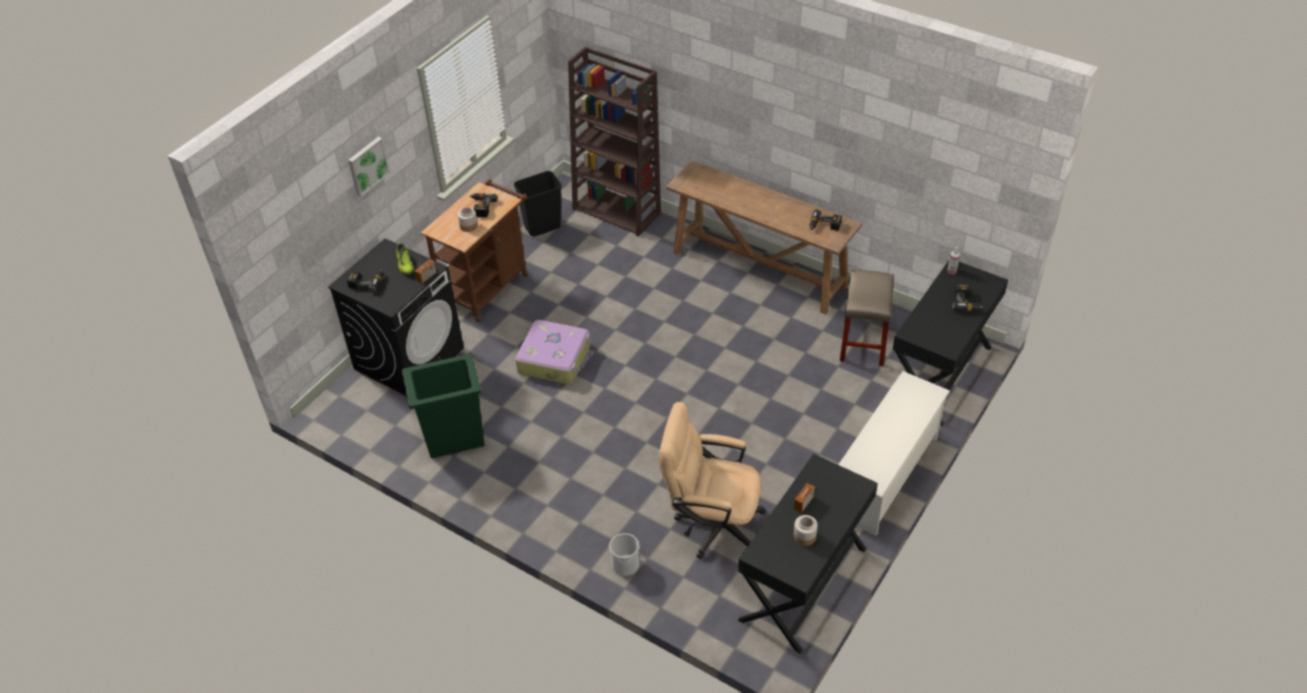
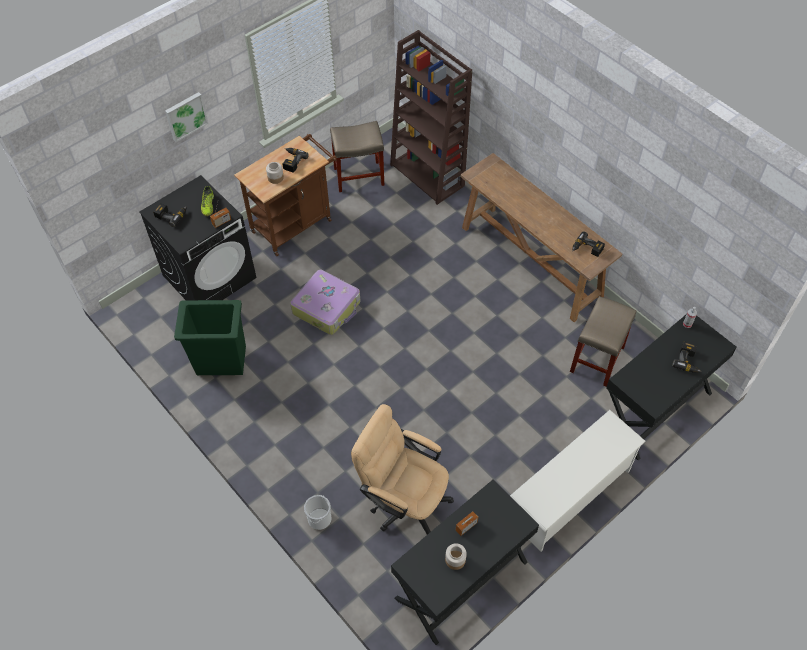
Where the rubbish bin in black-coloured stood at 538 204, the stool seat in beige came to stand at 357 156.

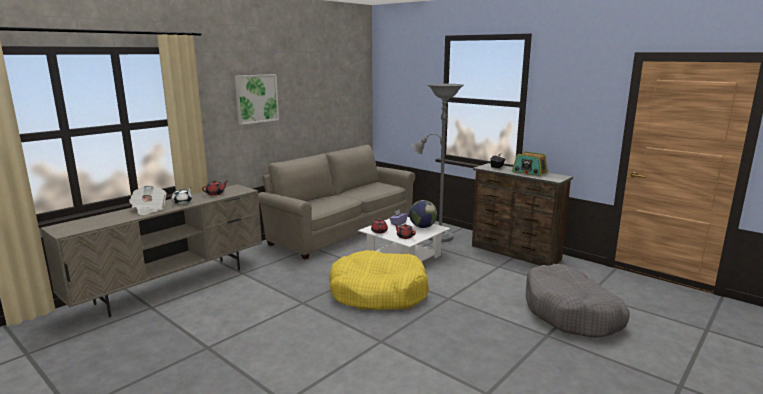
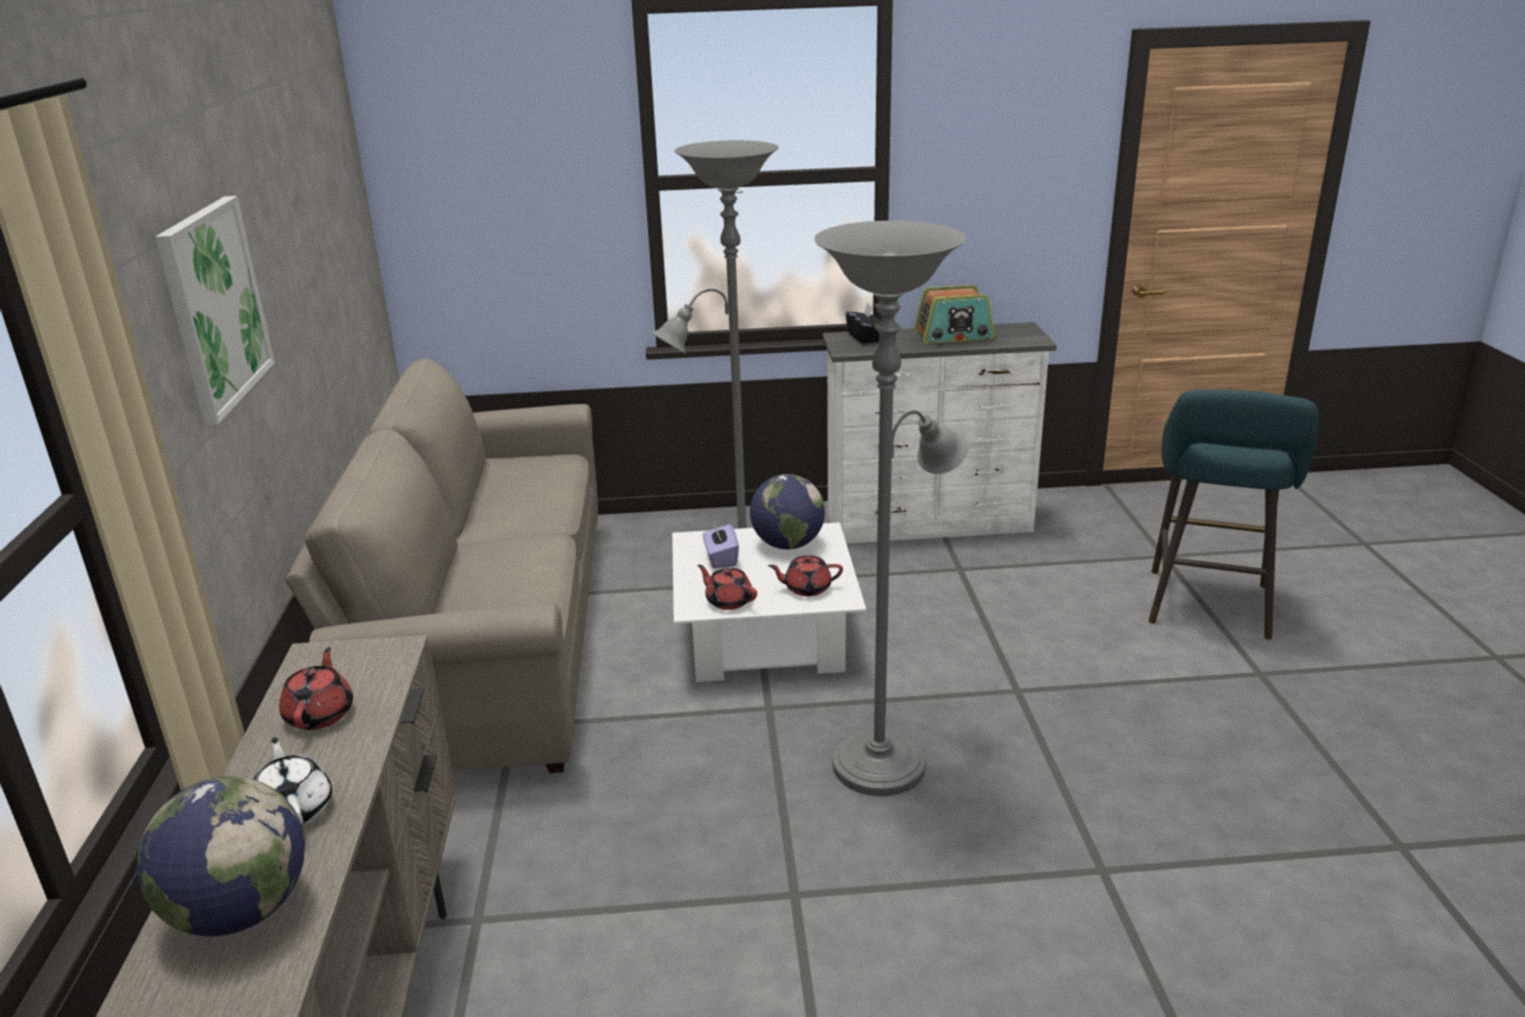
Where the daily paper stood at 148 200, the desk globe came to stand at 221 856.
Where the dog bed in yellow-coloured stood at 379 280, the standard lamp in gray came to stand at 891 508.
Where the dog bed in gray stood at 578 301, the stool seat in turquoise-coloured came to stand at 1233 515.
What was the dresser in brown-coloured at 522 214 turned into the dresser in white at 939 432.

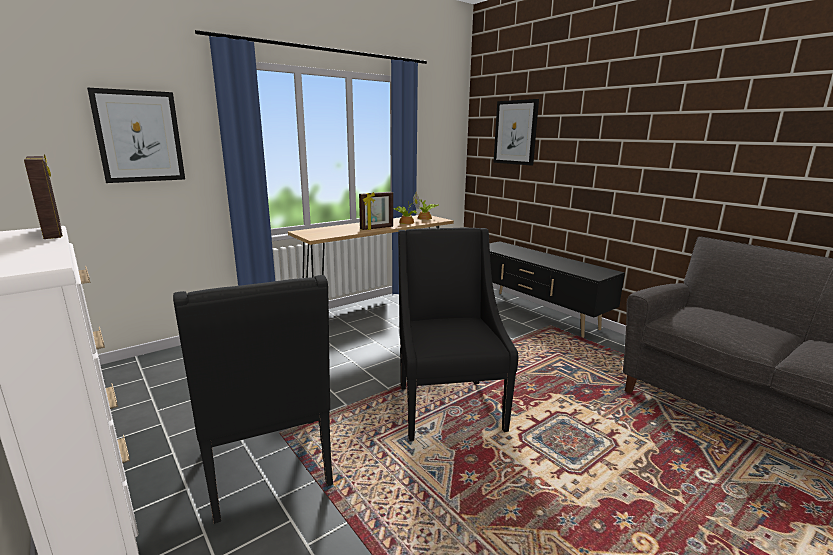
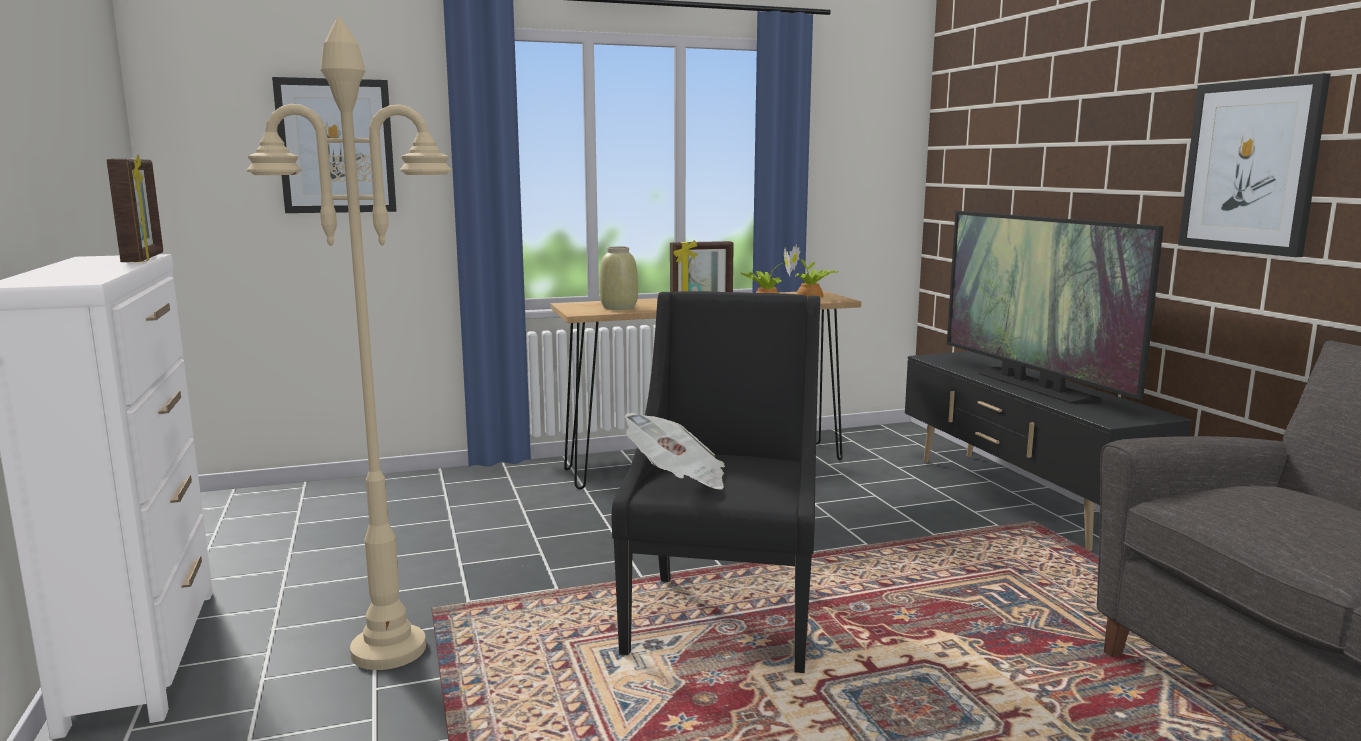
The second view gained the flower vase in beige at 618 278.
The second view gained the daily paper at 675 451.
The second view gained the TV set at 1055 307.
The picture ended up elsewhere, having gone from 516 132 to 1254 165.
Where the lounge chair in black-coloured stood at 253 399, the standard lamp in beige came to stand at 349 343.

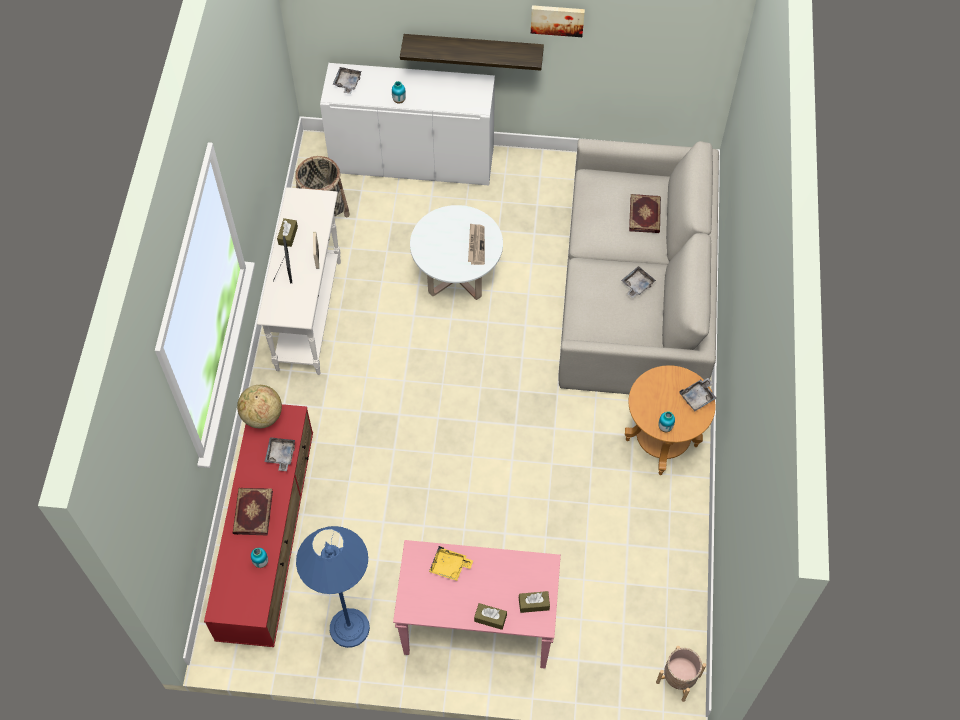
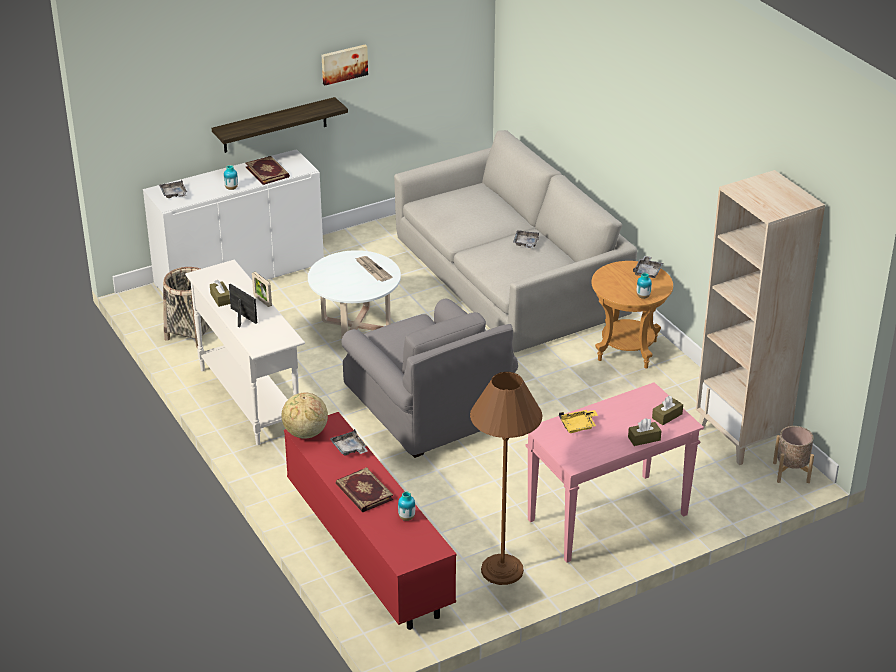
The second view gained the lounge chair in gray at 430 378.
The second view gained the shelving unit in beige at 760 317.
The book ended up elsewhere, having gone from 645 213 to 267 170.
What was the standard lamp in bluish at 333 587 turned into the standard lamp in brown-coloured at 506 478.

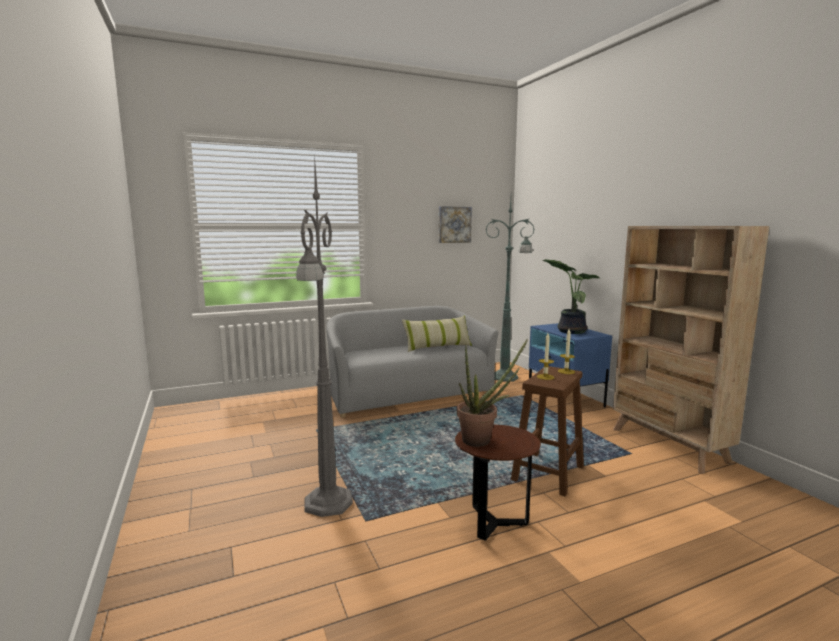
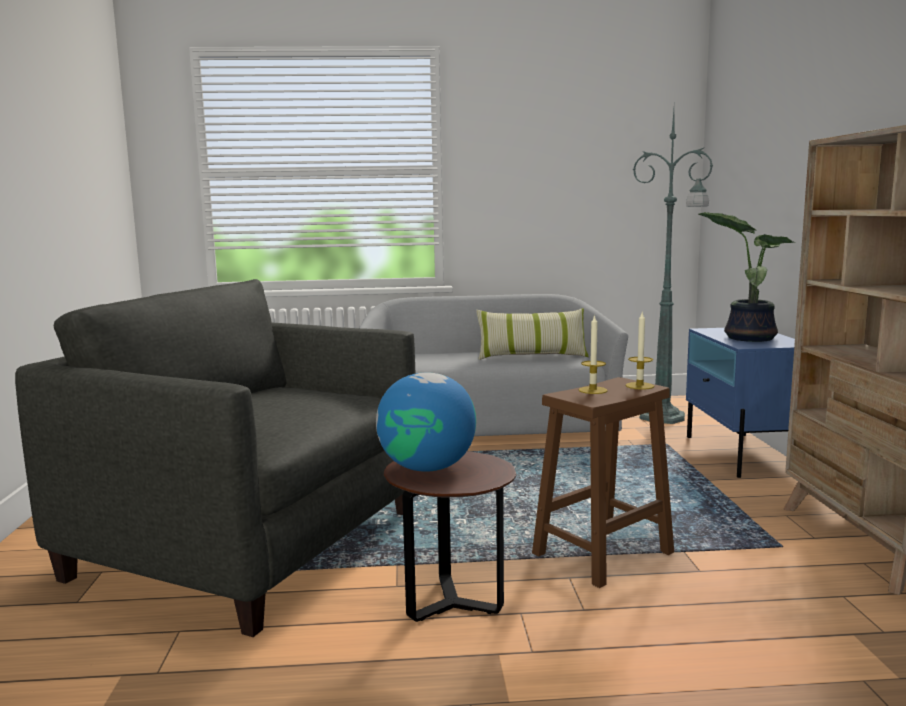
The second view lost the picture at 455 224.
Where the standard lamp in gray stood at 324 341, the lounge chair in gray came to stand at 215 458.
Where the plant in a pot stood at 492 393, the desk globe came to stand at 426 422.

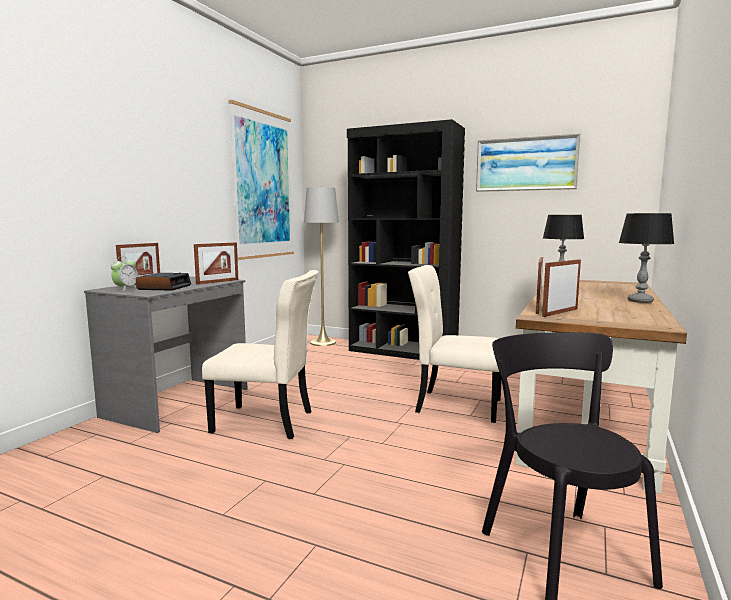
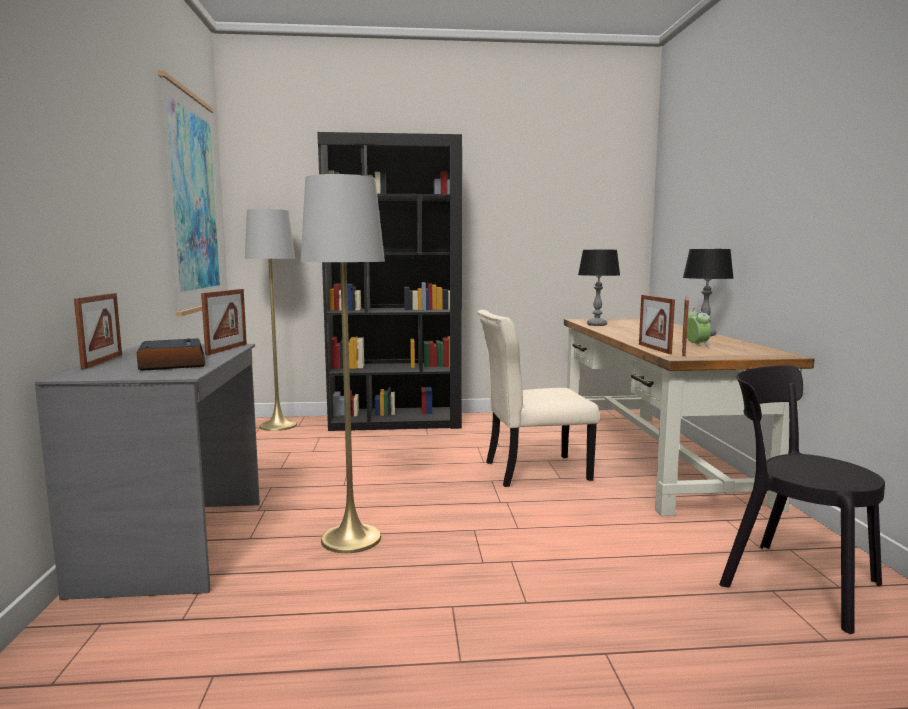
The second view lost the picture at 528 162.
The bedside clock ended up elsewhere, having gone from 124 273 to 699 327.
Where the plain chair in beige stood at 260 354, the standard lamp in gray came to stand at 343 363.

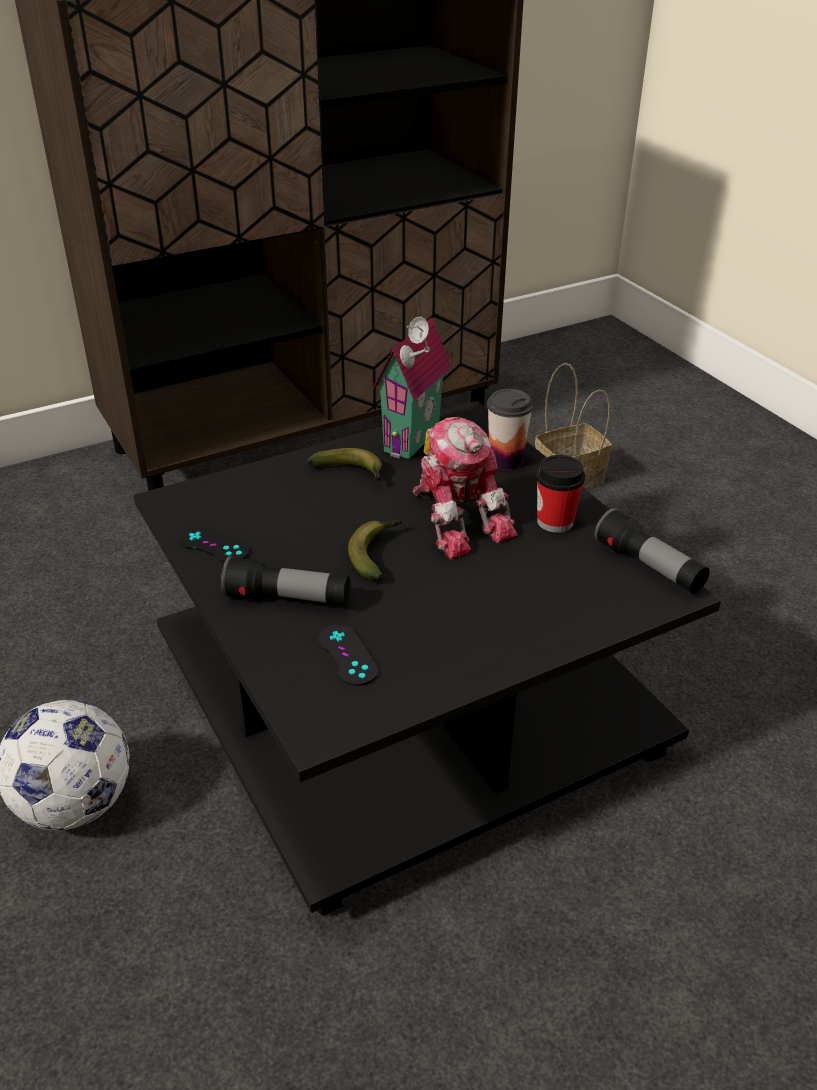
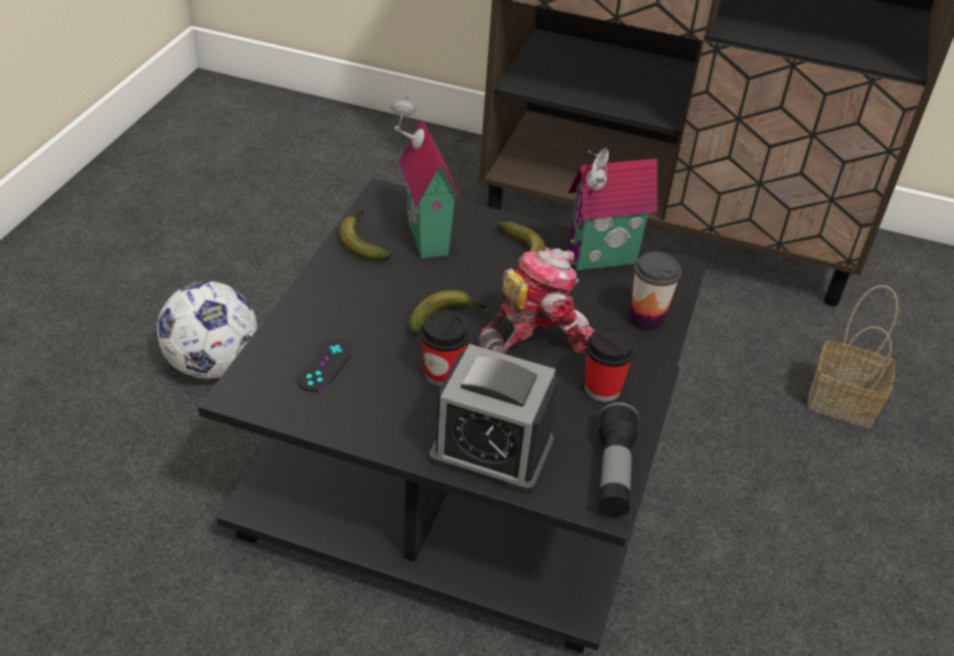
The second view lost the torch at 285 581.
The second view gained the miniature house at 426 178.
The second view gained the cup at 444 349.
The second view gained the bedside clock at 493 419.
Where the gamepad in black-coloured stood at 214 544, the banana came to stand at 365 235.
The model robot at 465 488 ended up facing another way, 135 degrees counterclockwise from before.

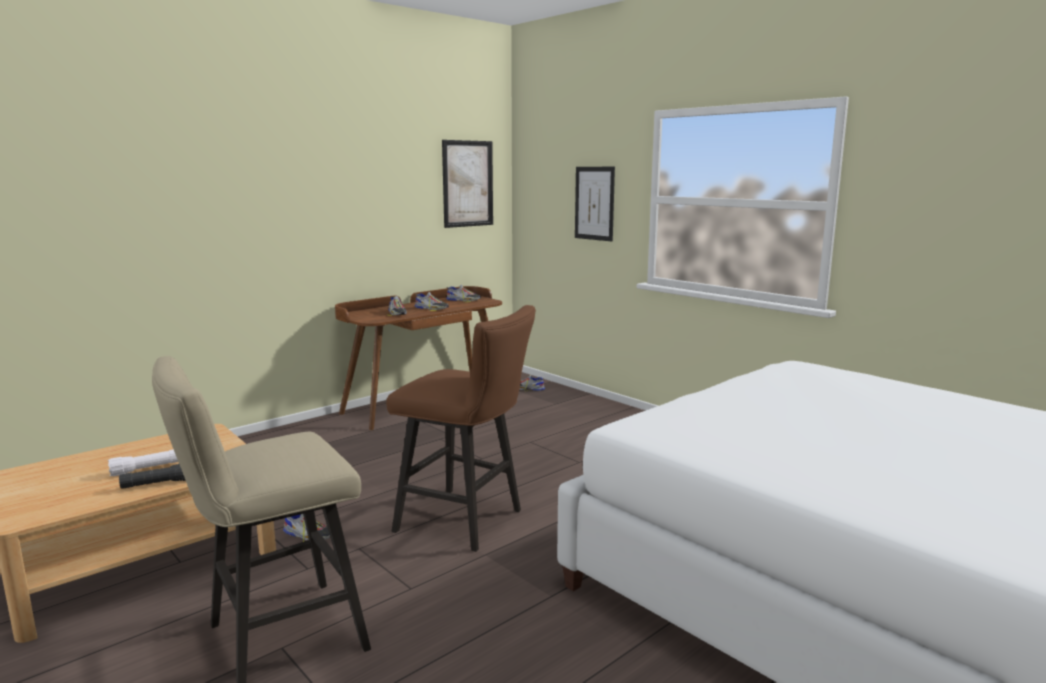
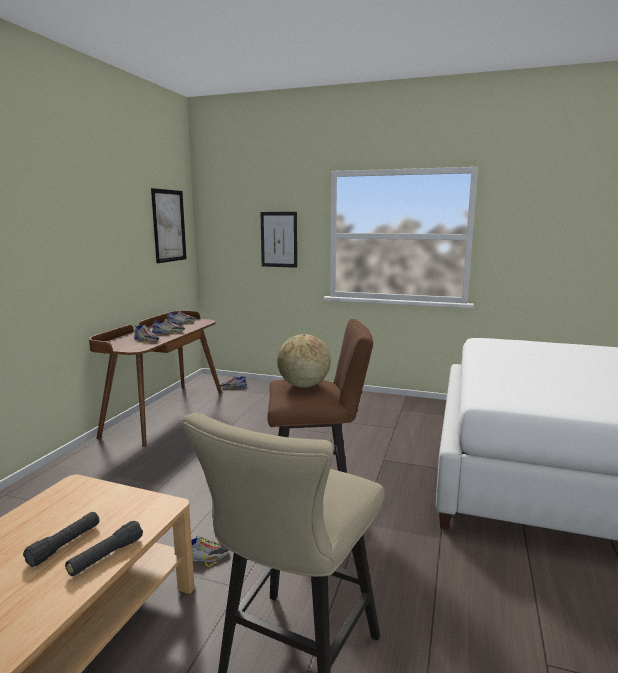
The second view gained the desk globe at 304 361.
What was the torch in white at 143 462 turned into the torch in black-coloured at 61 539.

